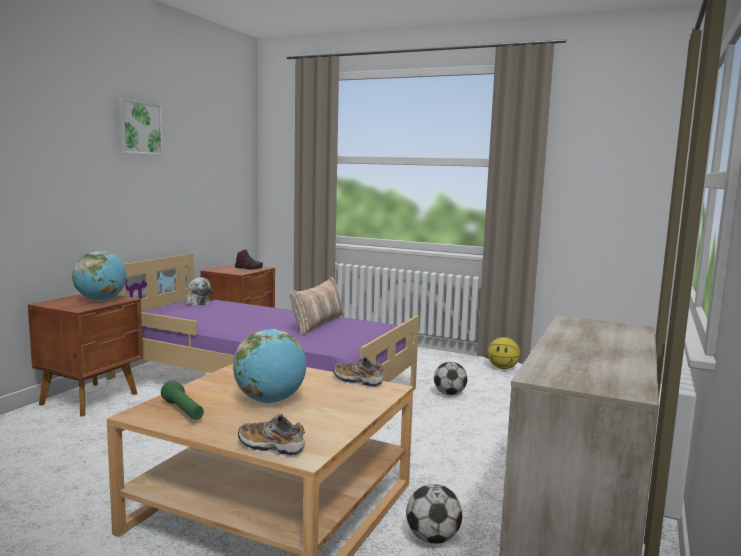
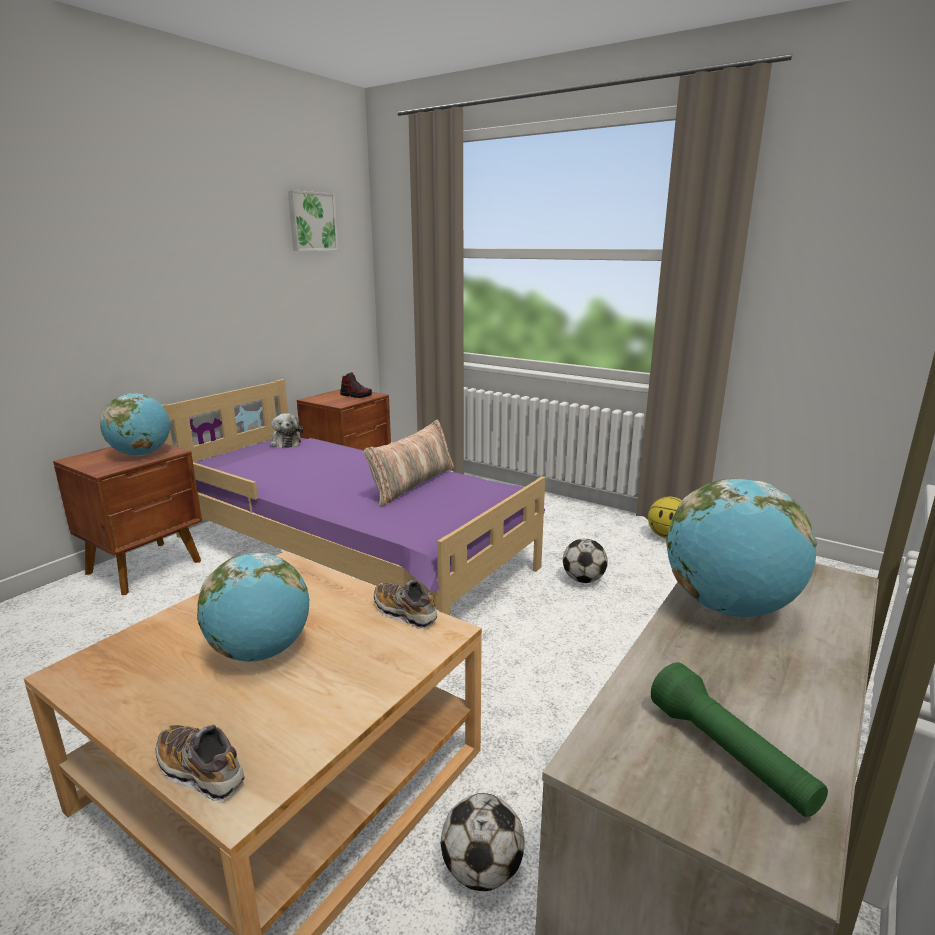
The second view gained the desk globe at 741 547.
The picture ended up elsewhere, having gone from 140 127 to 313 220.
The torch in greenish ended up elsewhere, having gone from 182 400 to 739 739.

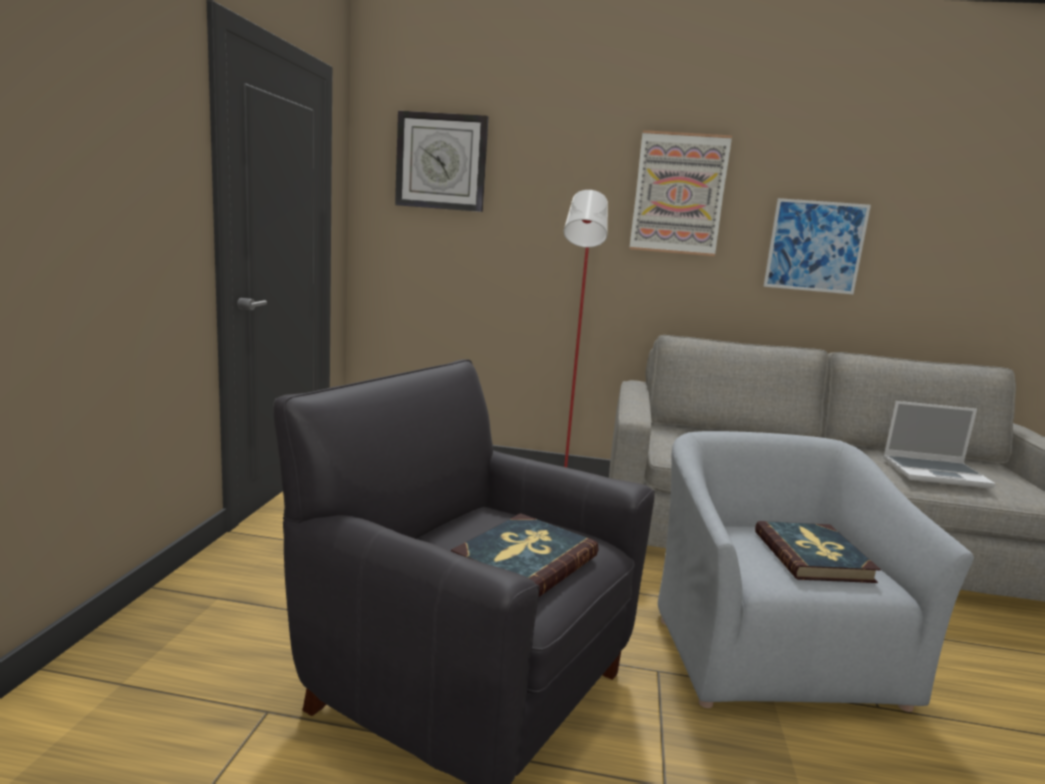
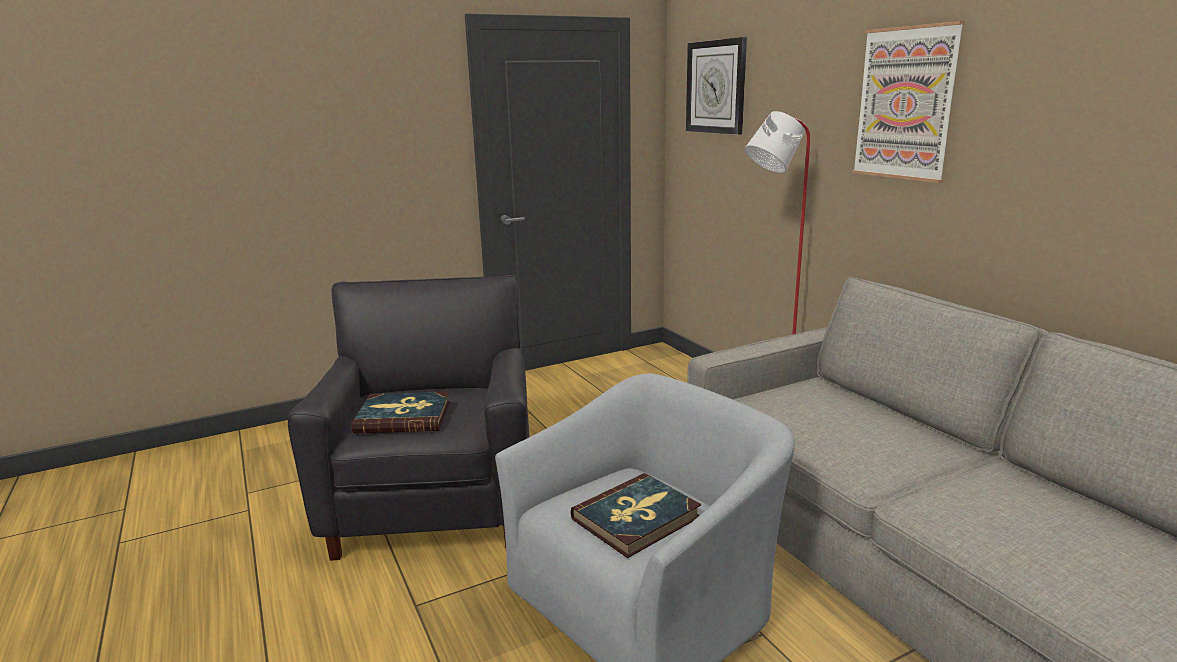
The second view lost the picture at 817 246.
The second view lost the portable computer at 939 444.

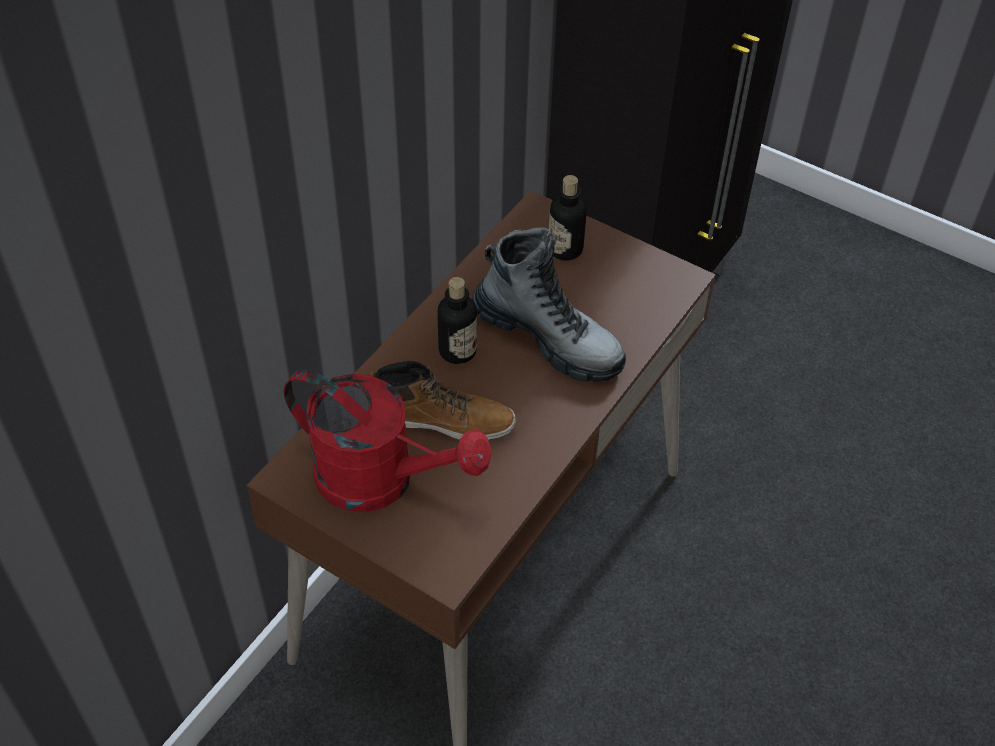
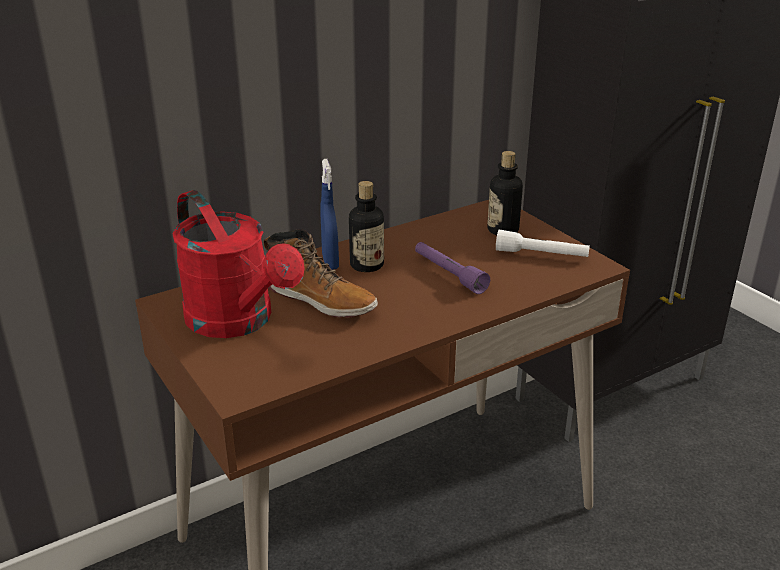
The second view gained the hand sprayer in bluish at 330 214.
The second view gained the torch in white at 543 243.
Where the high-top boot stood at 549 304, the torch in purple came to stand at 452 268.

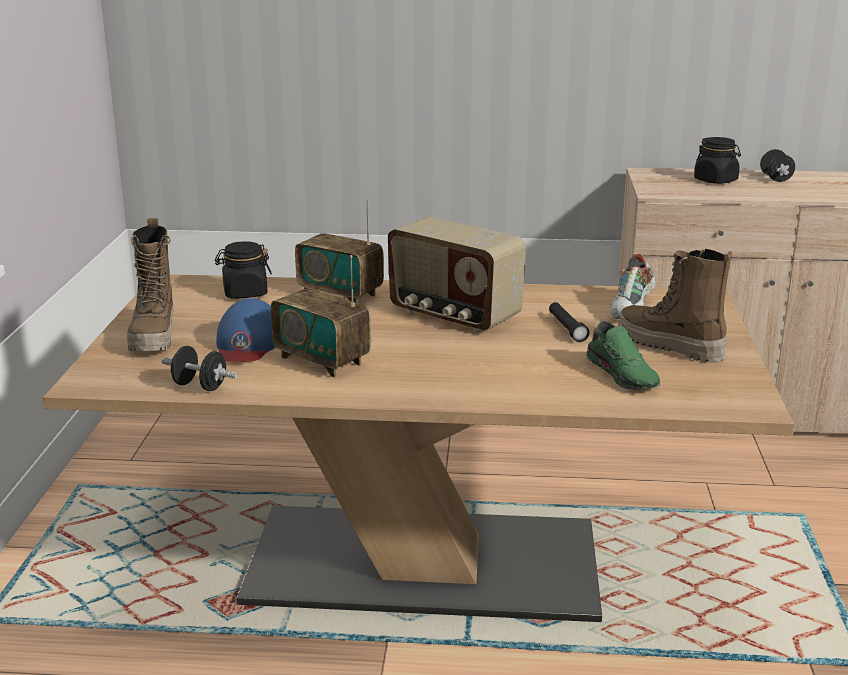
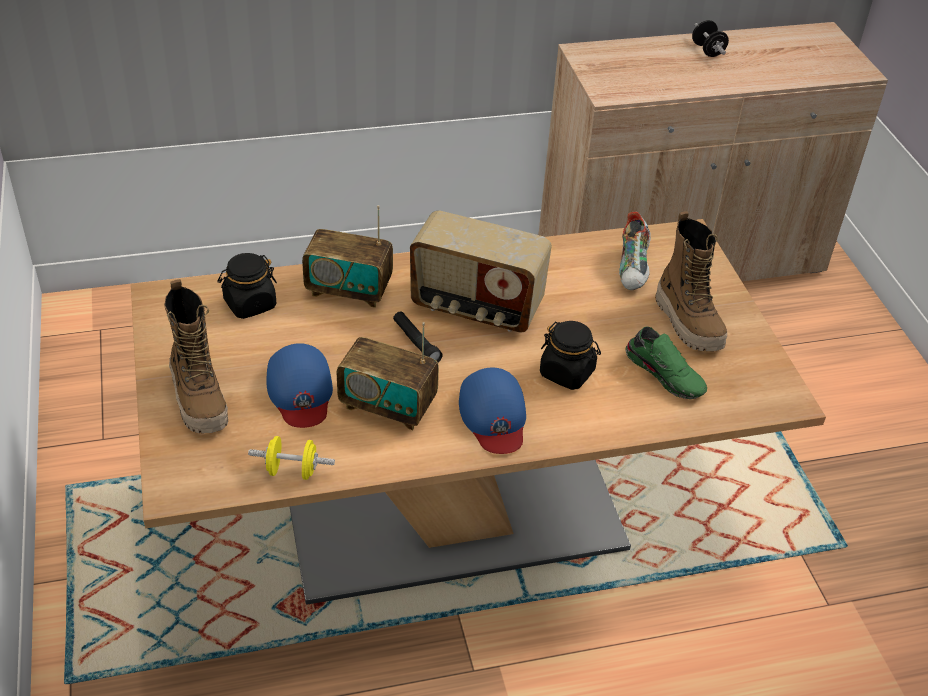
The second view gained the baseball cap in bluish at 492 410.
The torch in black-coloured ended up elsewhere, having gone from 569 322 to 418 336.
The preserve jar in black-coloured ended up elsewhere, having gone from 717 160 to 570 355.
What was the dumbbell in black-coloured at 199 368 turned into the dumbbell in yellow-coloured at 291 458.
The high-top boot at 675 306 ended up facing another way, 135 degrees counterclockwise from before.

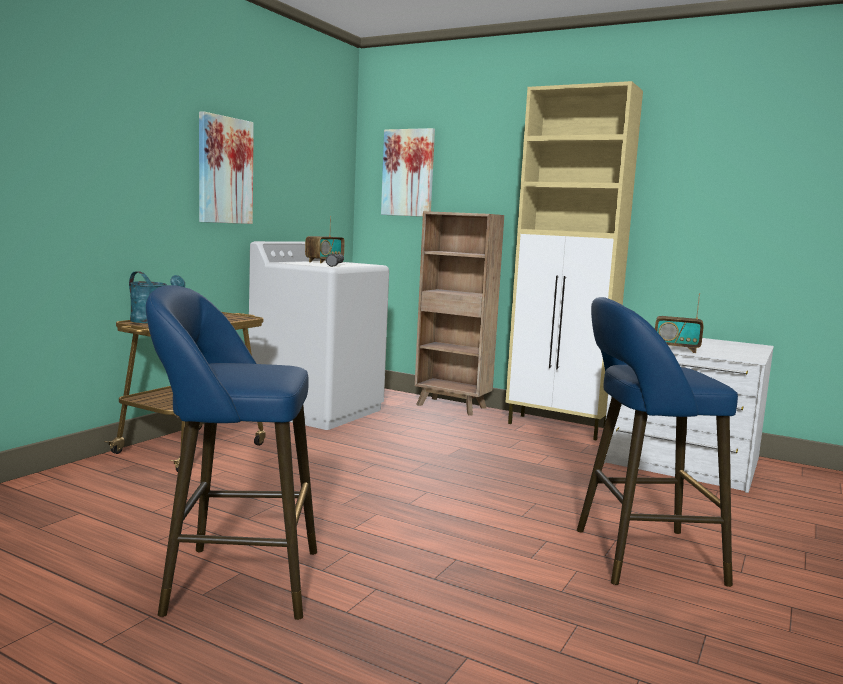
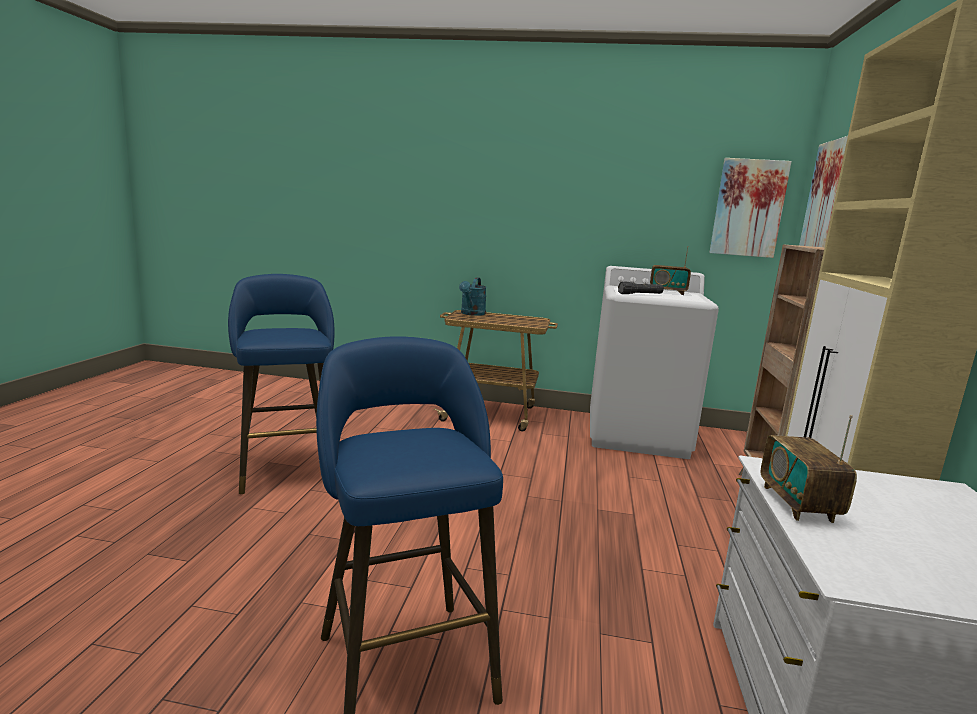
The picture ended up elsewhere, having gone from 226 167 to 750 208.

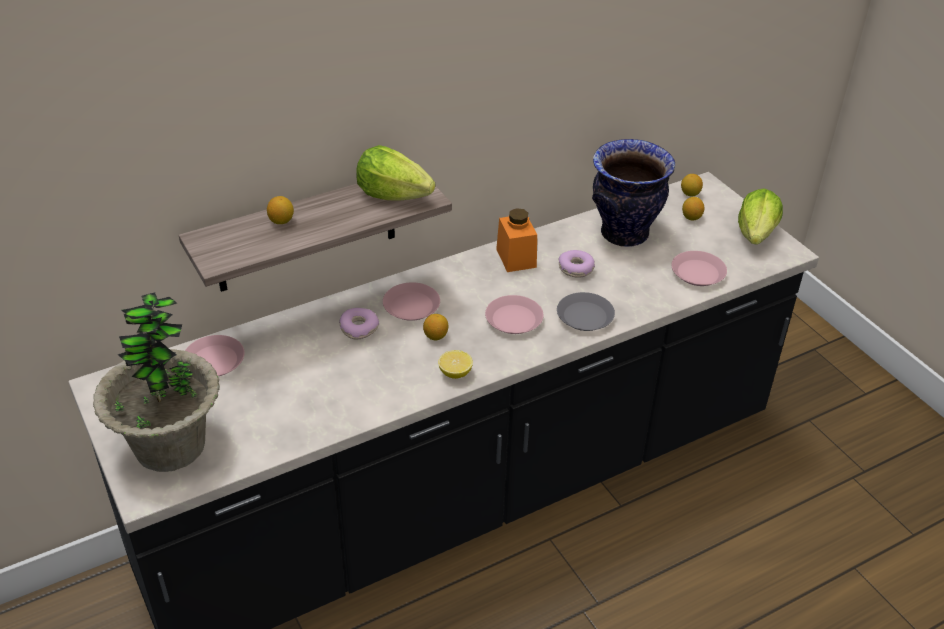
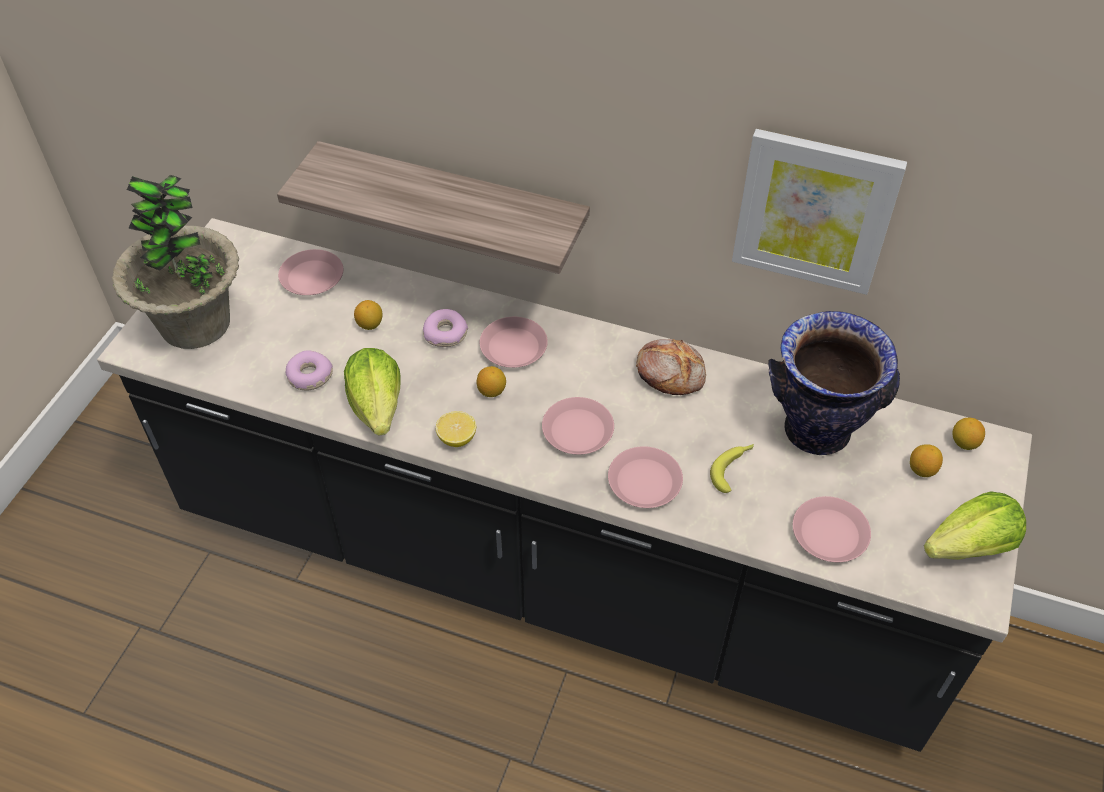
The second view gained the banana at 732 468.
The second view gained the picture at 819 212.
The lemon ended up elsewhere, having gone from 280 210 to 368 315.
The lettuce head ended up elsewhere, having gone from 395 173 to 372 392.
The doughnut ended up elsewhere, having gone from 576 264 to 309 370.
Where the preserve jar in orange stood at 516 240, the bread came to stand at 671 367.
What was the dinner plate in gray at 586 311 turned into the dinner plate in pink at 645 477.

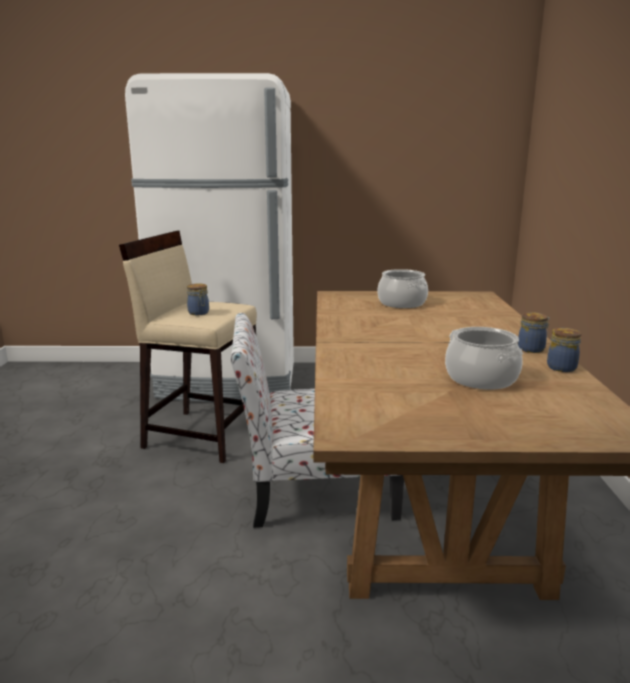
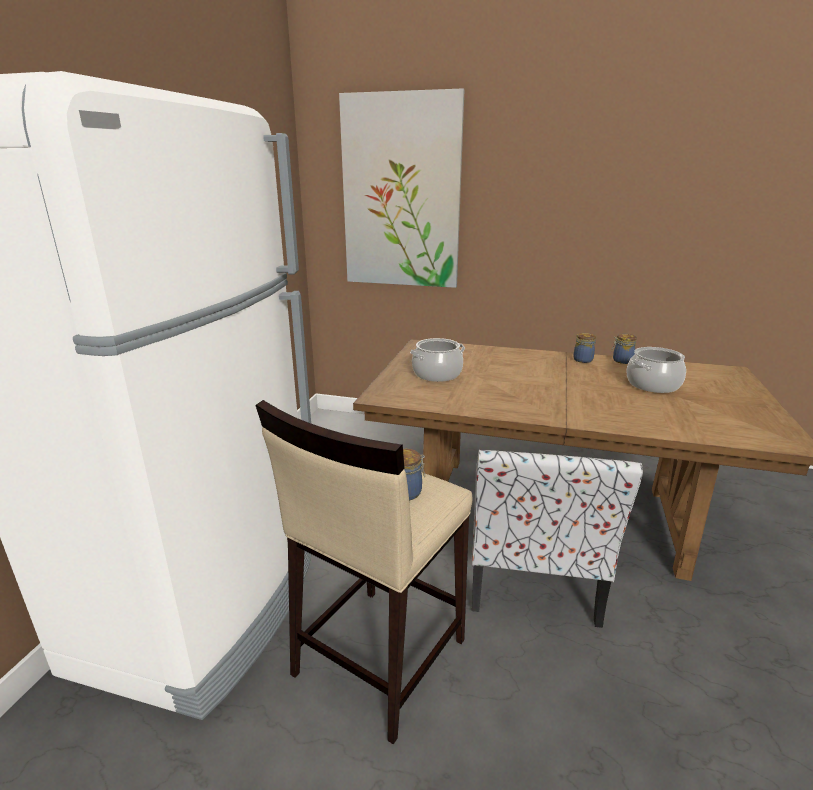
The second view gained the picture at 402 188.

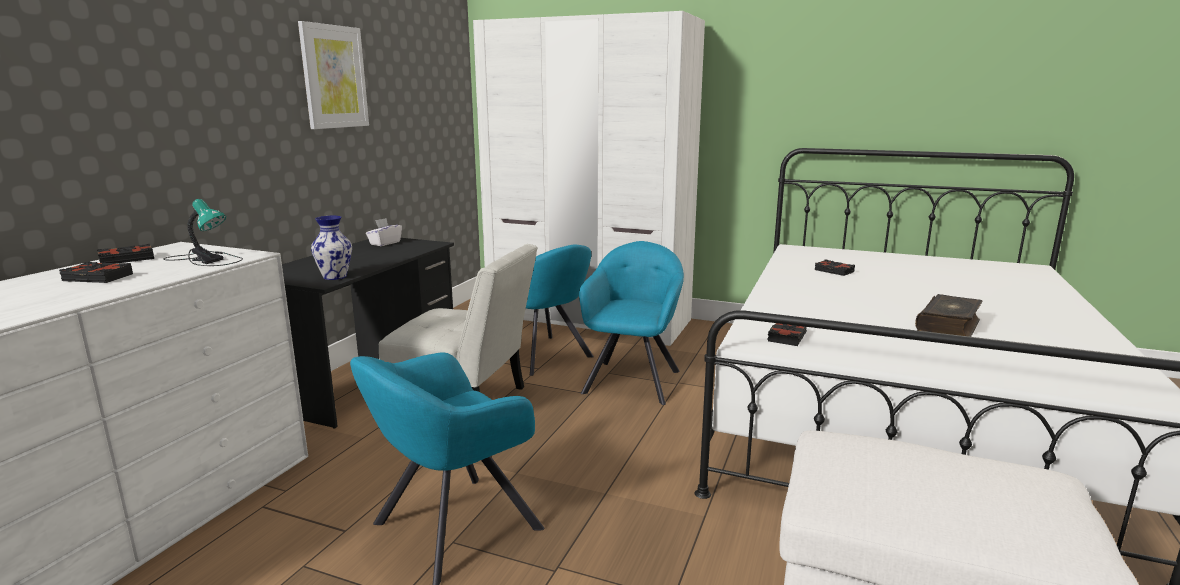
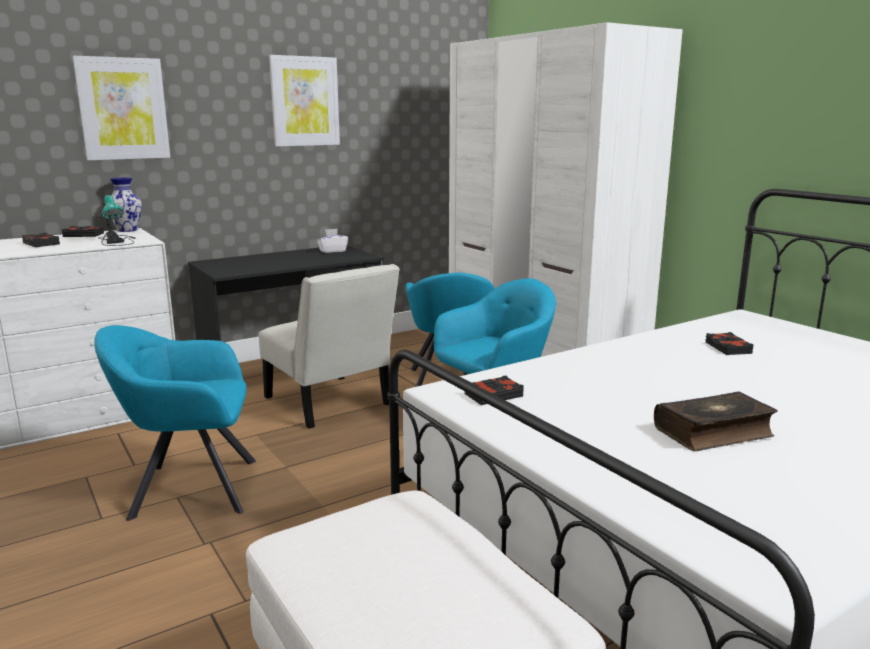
The second view gained the picture at 121 108.
The flower vase ended up elsewhere, having gone from 331 248 to 126 205.

